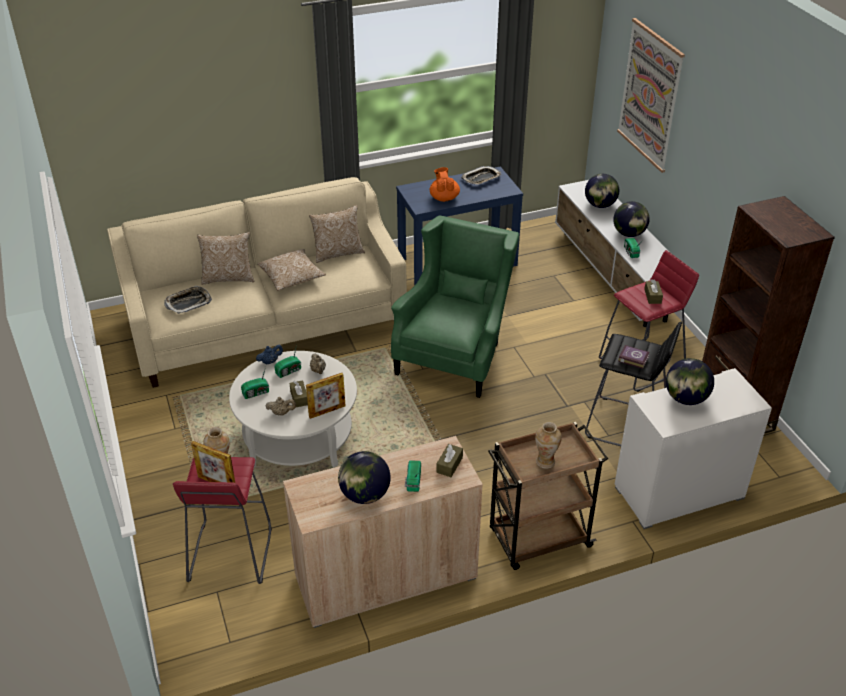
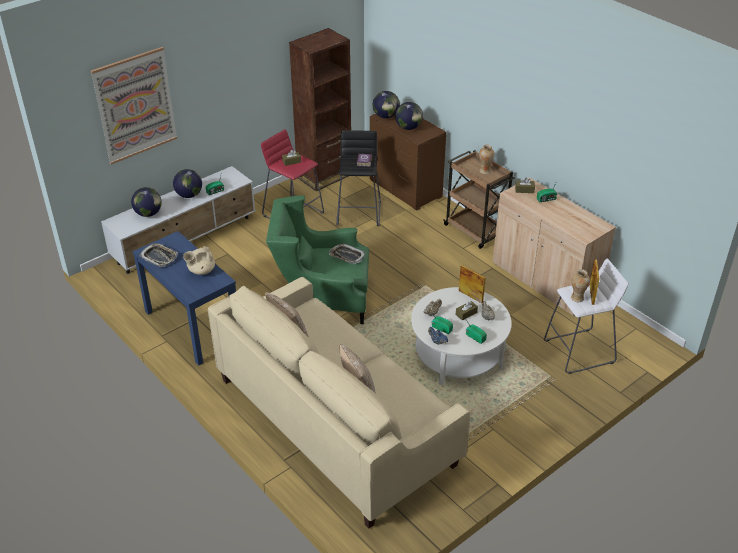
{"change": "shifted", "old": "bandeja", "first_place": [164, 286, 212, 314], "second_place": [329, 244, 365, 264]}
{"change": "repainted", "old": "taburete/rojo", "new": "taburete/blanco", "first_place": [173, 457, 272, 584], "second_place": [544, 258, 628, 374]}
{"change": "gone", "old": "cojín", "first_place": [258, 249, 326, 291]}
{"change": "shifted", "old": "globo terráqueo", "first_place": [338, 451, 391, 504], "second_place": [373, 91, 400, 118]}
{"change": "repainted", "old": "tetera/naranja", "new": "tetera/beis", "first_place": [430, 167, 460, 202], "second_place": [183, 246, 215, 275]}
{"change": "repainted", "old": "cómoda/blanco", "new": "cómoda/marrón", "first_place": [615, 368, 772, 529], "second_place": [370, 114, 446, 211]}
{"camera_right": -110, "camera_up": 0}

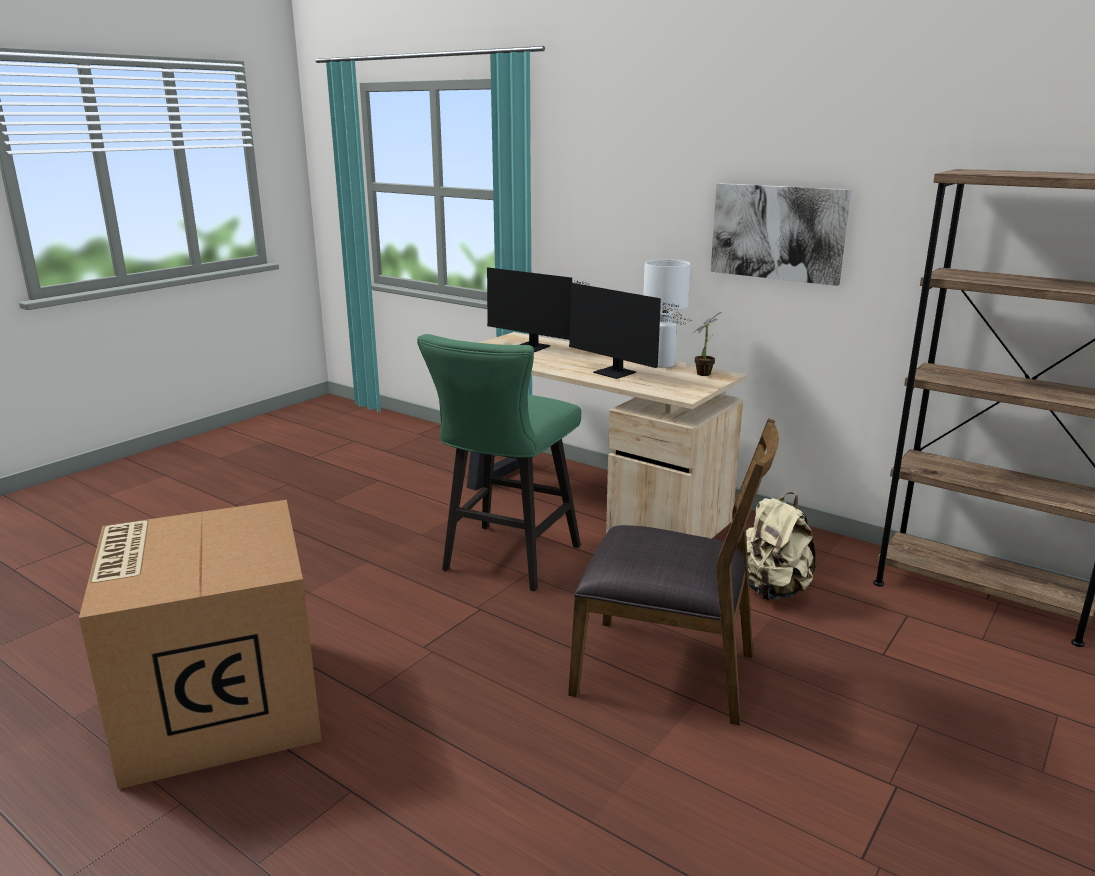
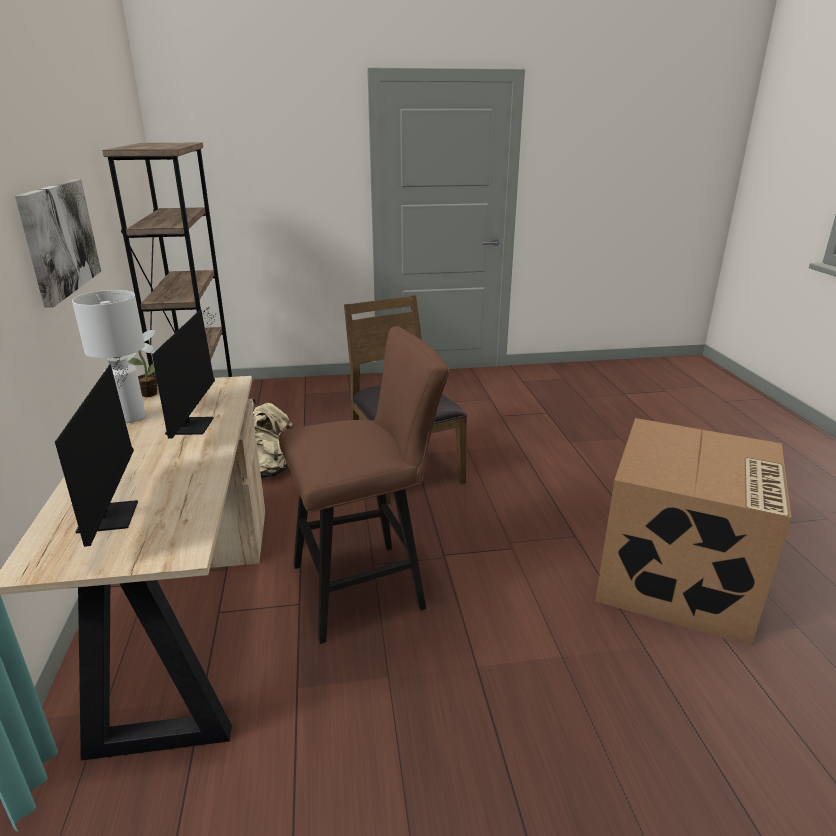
{"change": "repainted", "old": "taburete/verde", "new": "taburete/marrón", "first_place": [417, 334, 581, 591], "second_place": [279, 326, 449, 644]}
{"camera_right": -135, "camera_up": 5}

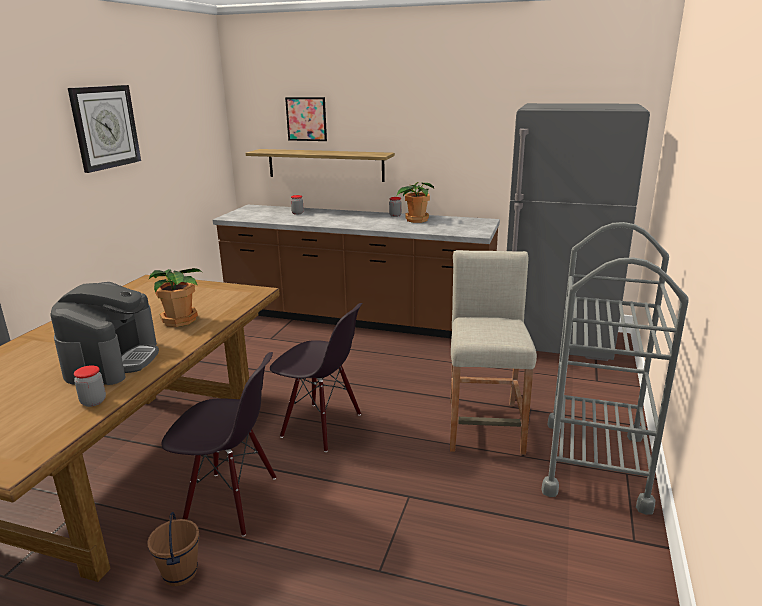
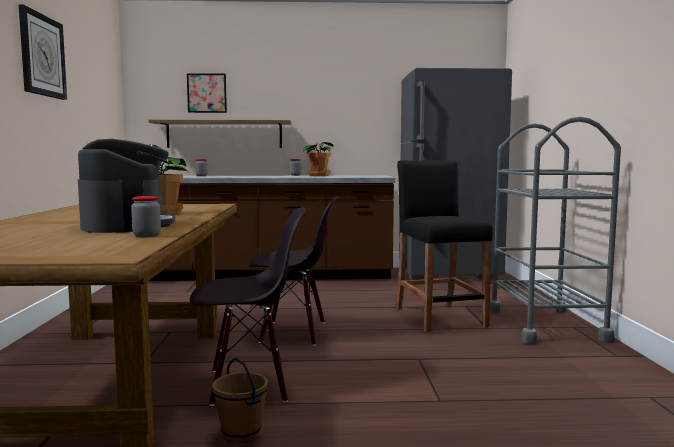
{"change": "repainted", "old": "taburete/beis", "new": "taburete/negro", "first_place": [450, 250, 537, 455], "second_place": [396, 160, 493, 332]}
{"camera_right": -20, "camera_up": -15}

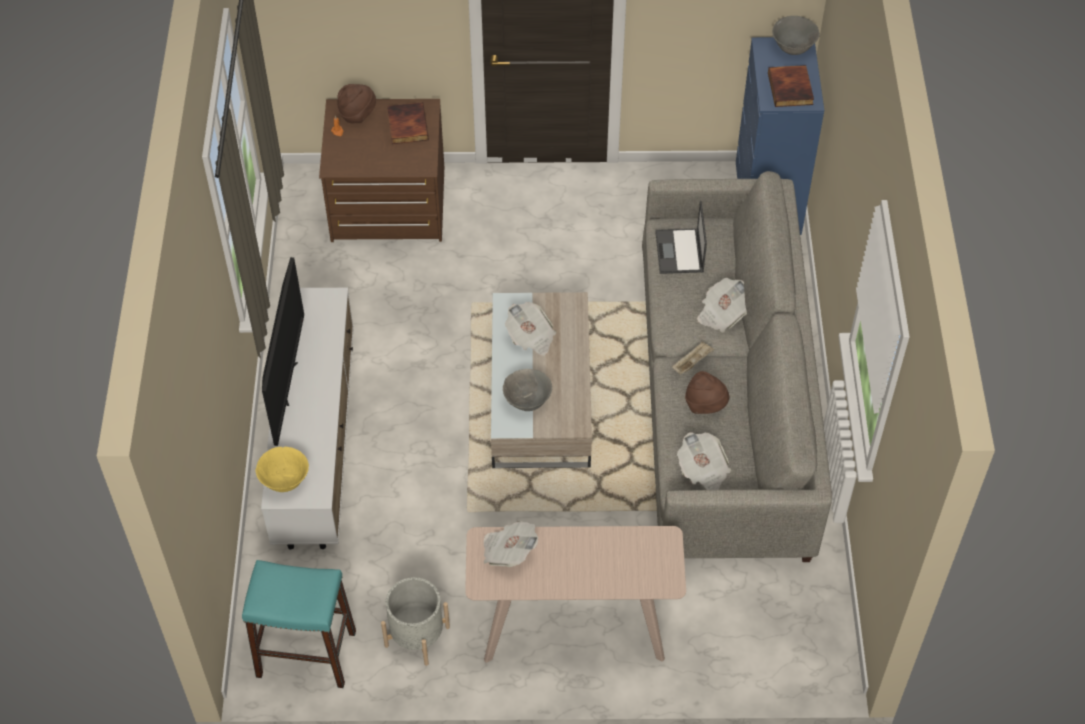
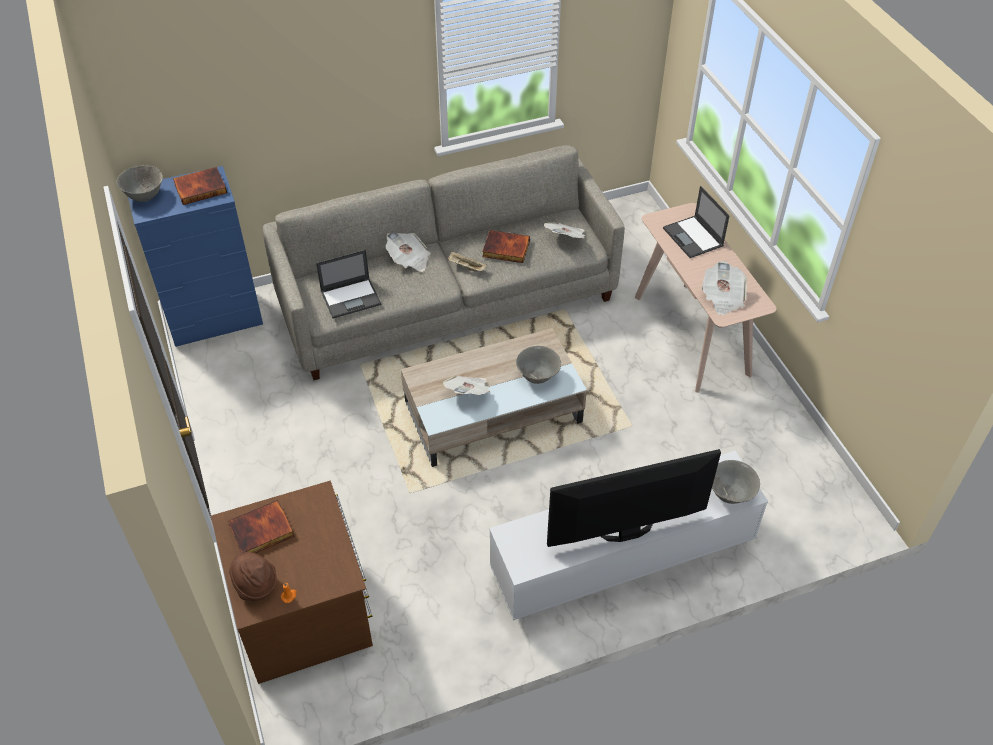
{"change": "gone", "old": "taburete/turquesa", "first_place": [242, 560, 356, 688]}
{"change": "repainted", "old": "cuenco/amarillo", "new": "cuenco/gris", "first_place": [255, 446, 309, 492], "second_place": [712, 460, 760, 504]}
{"change": "gone", "old": "maceta/gris", "first_place": [381, 577, 450, 666]}
{"change": "swapped", "old": "sombrero/marrón", "new": "libro", "first_place": [685, 371, 730, 414], "second_place": [482, 230, 530, 263]}
{"change": "new", "new": "portátil", "second_place": [663, 186, 730, 258]}
{"camera_right": -110, "camera_up": -5}

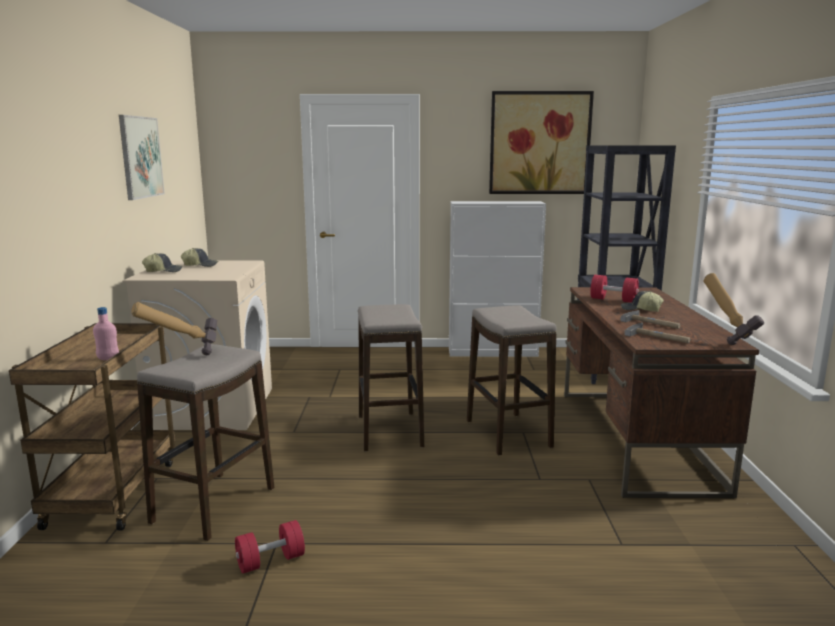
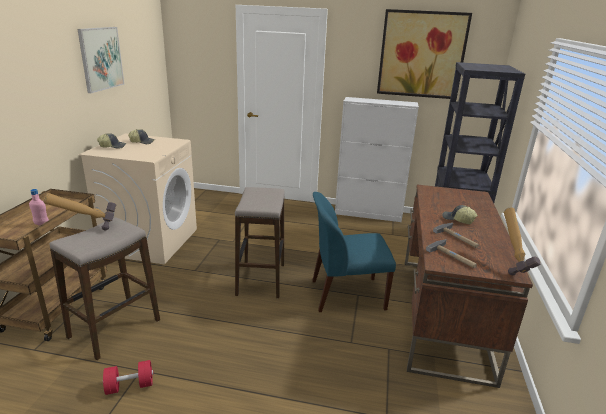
{"change": "swapped", "old": "taburete", "new": "silla/azul", "first_place": [467, 305, 557, 456], "second_place": [312, 192, 396, 312]}
{"change": "gone", "old": "mancuerna/rojo", "first_place": [590, 275, 639, 303]}
{"camera_right": 10, "camera_up": 10}

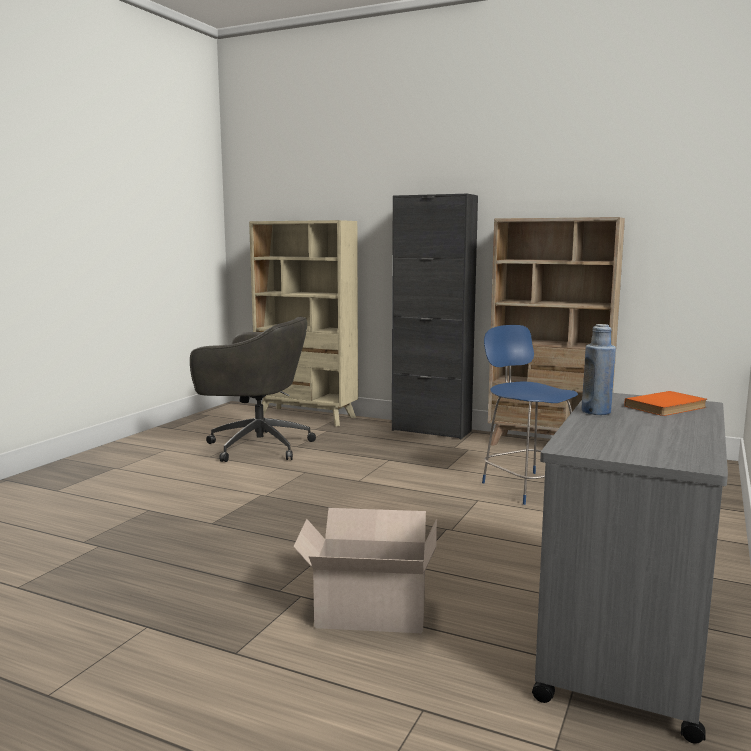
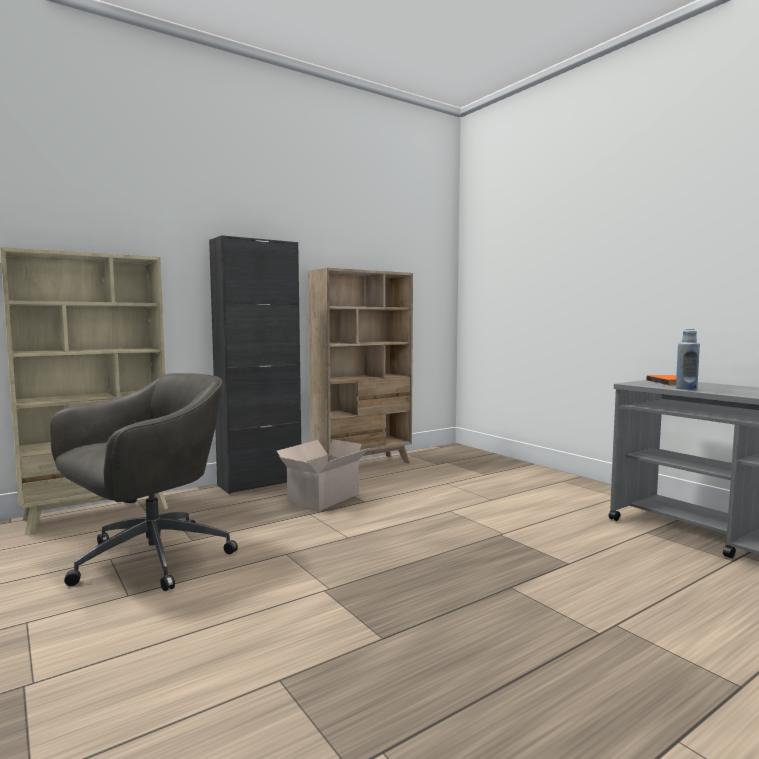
{"change": "shifted", "old": "caja de cartón", "first_place": [293, 508, 437, 633], "second_place": [277, 439, 369, 511]}
{"change": "gone", "old": "taburete/azul", "first_place": [482, 325, 578, 505]}
{"camera_right": -60, "camera_up": -5}

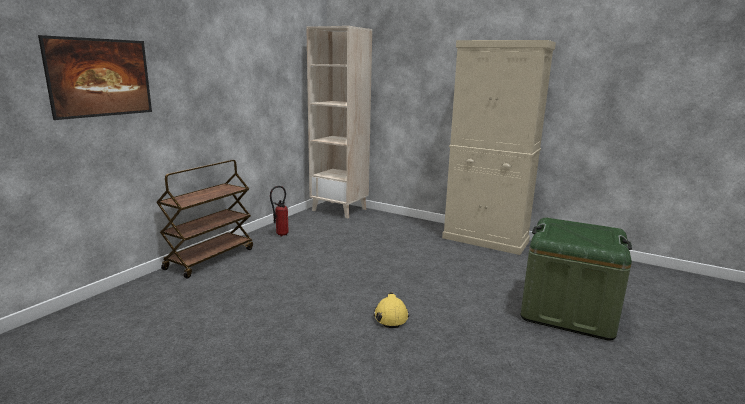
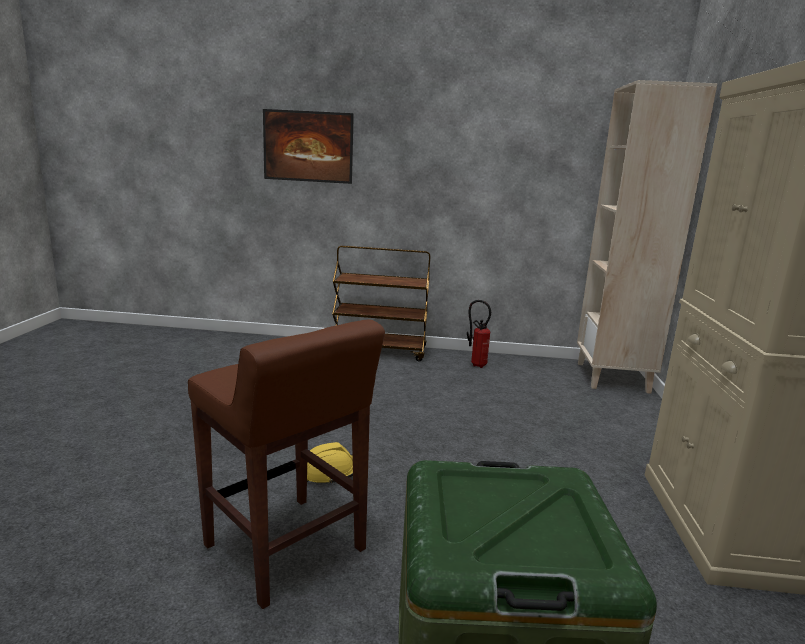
{"change": "new", "new": "taburete/marrón", "second_place": [188, 320, 385, 609]}
{"camera_right": 65, "camera_up": 0}

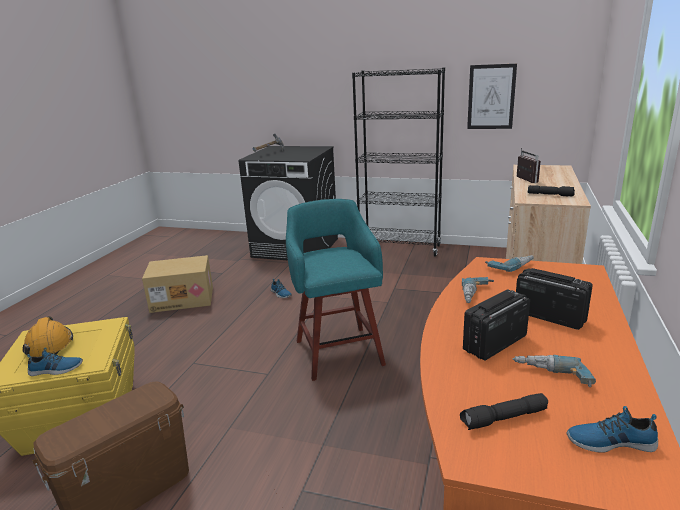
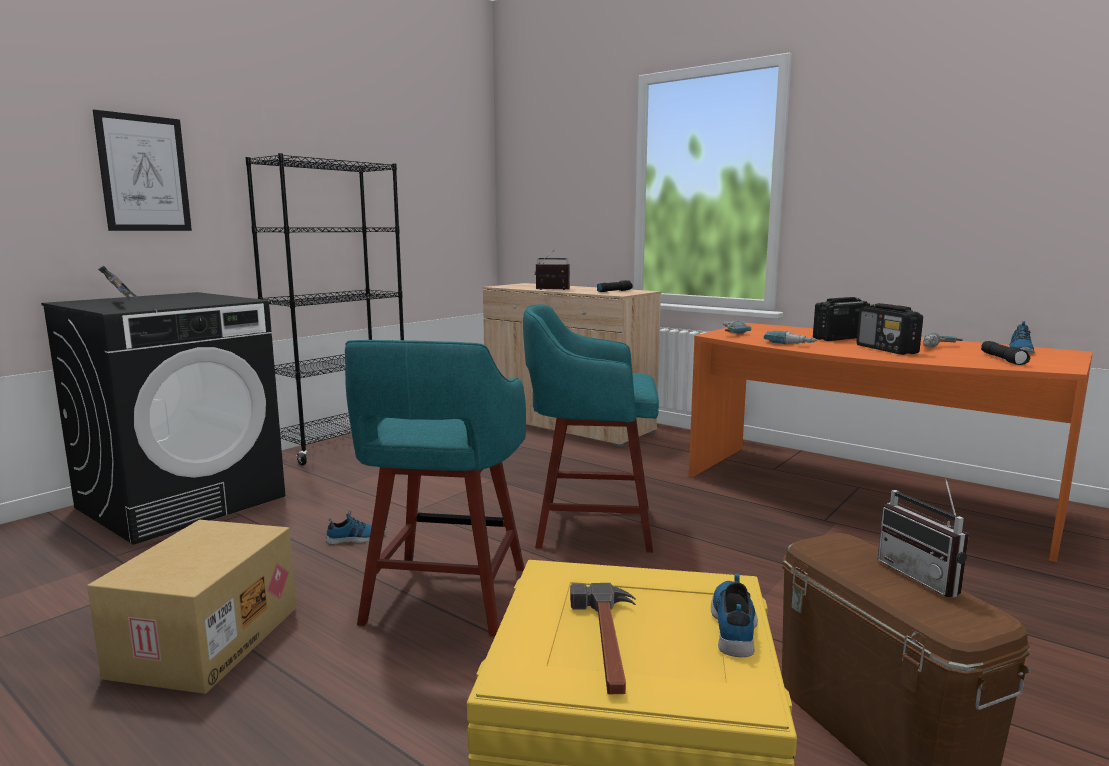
{"change": "swapped", "old": "casco/naranja", "new": "martillo", "first_place": [22, 316, 73, 357], "second_place": [570, 583, 636, 694]}
{"change": "shifted", "old": "cuadro", "first_place": [467, 64, 517, 129], "second_place": [93, 110, 192, 231]}
{"change": "new", "new": "taburete/turquesa", "second_place": [345, 340, 526, 636]}
{"change": "new", "new": "radio", "second_place": [878, 476, 969, 598]}
{"camera_right": -70, "camera_up": -10}

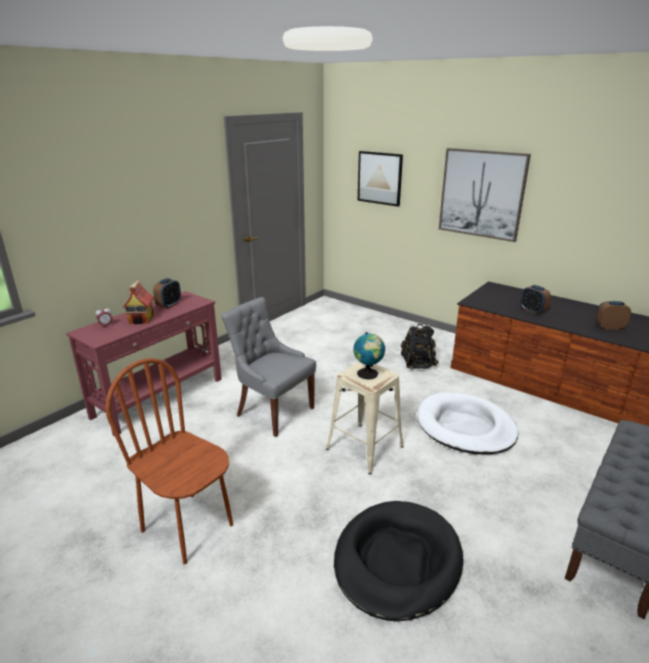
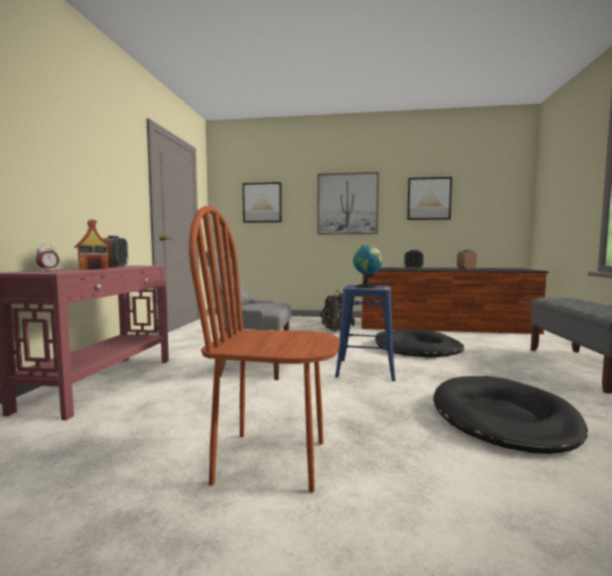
{"change": "repainted", "old": "taburete/beis", "new": "taburete/azul", "first_place": [326, 362, 404, 474], "second_place": [335, 285, 395, 381]}
{"change": "repainted", "old": "cama para perro/blanco", "new": "cama para perro/negro", "first_place": [417, 392, 519, 454], "second_place": [375, 329, 464, 357]}
{"change": "new", "new": "cuadro", "second_place": [407, 177, 452, 220]}
{"camera_right": -30, "camera_up": -20}

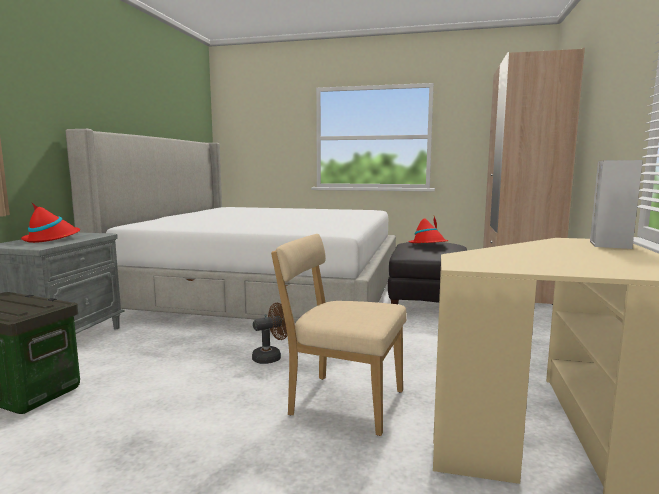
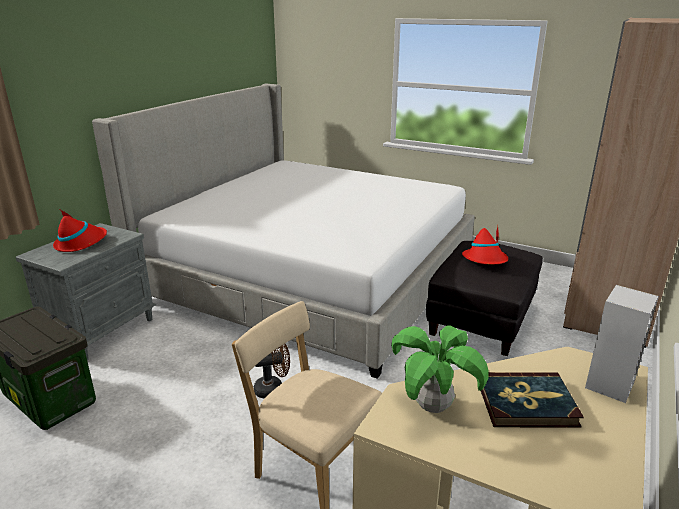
{"change": "new", "new": "planta en maceta", "second_place": [391, 325, 489, 413]}
{"change": "new", "new": "libro", "second_place": [481, 372, 584, 427]}
{"camera_right": 15, "camera_up": 15}

